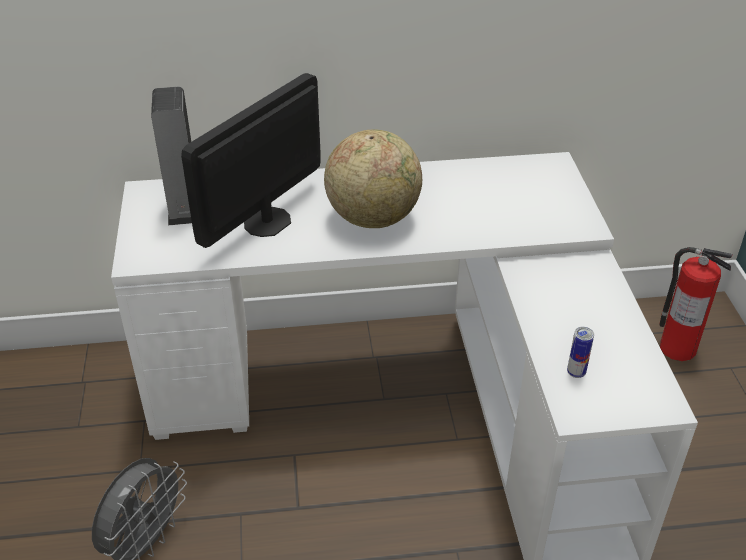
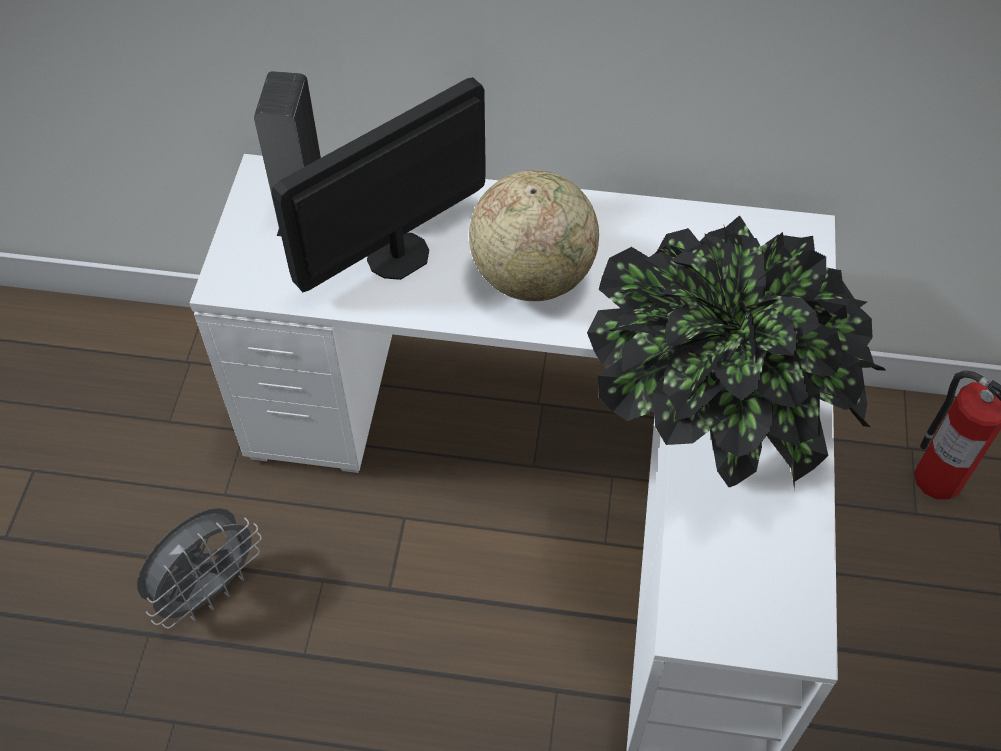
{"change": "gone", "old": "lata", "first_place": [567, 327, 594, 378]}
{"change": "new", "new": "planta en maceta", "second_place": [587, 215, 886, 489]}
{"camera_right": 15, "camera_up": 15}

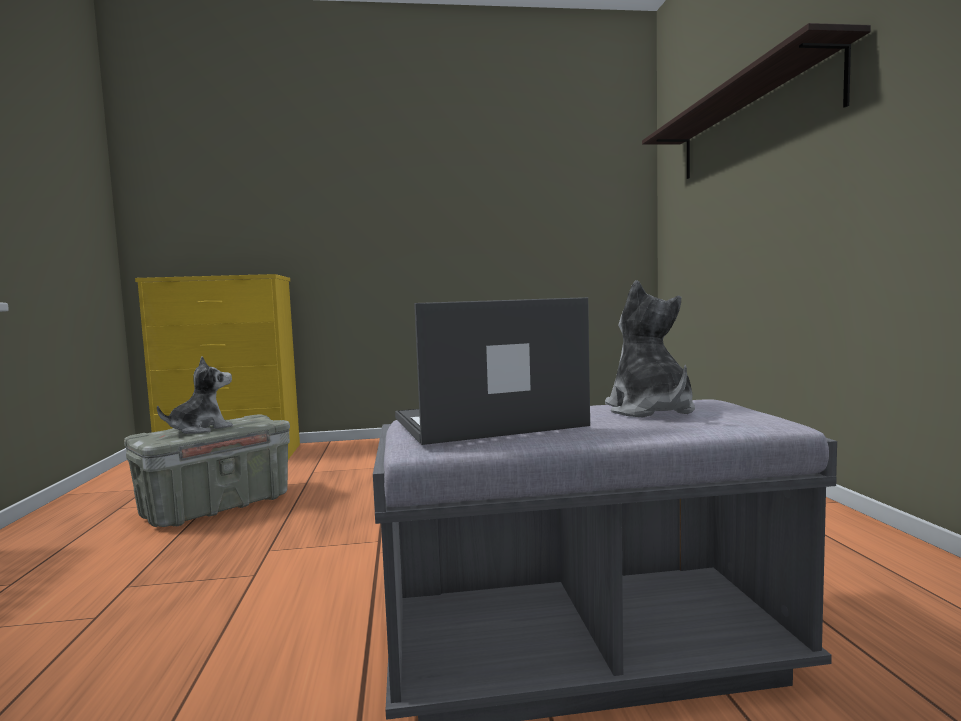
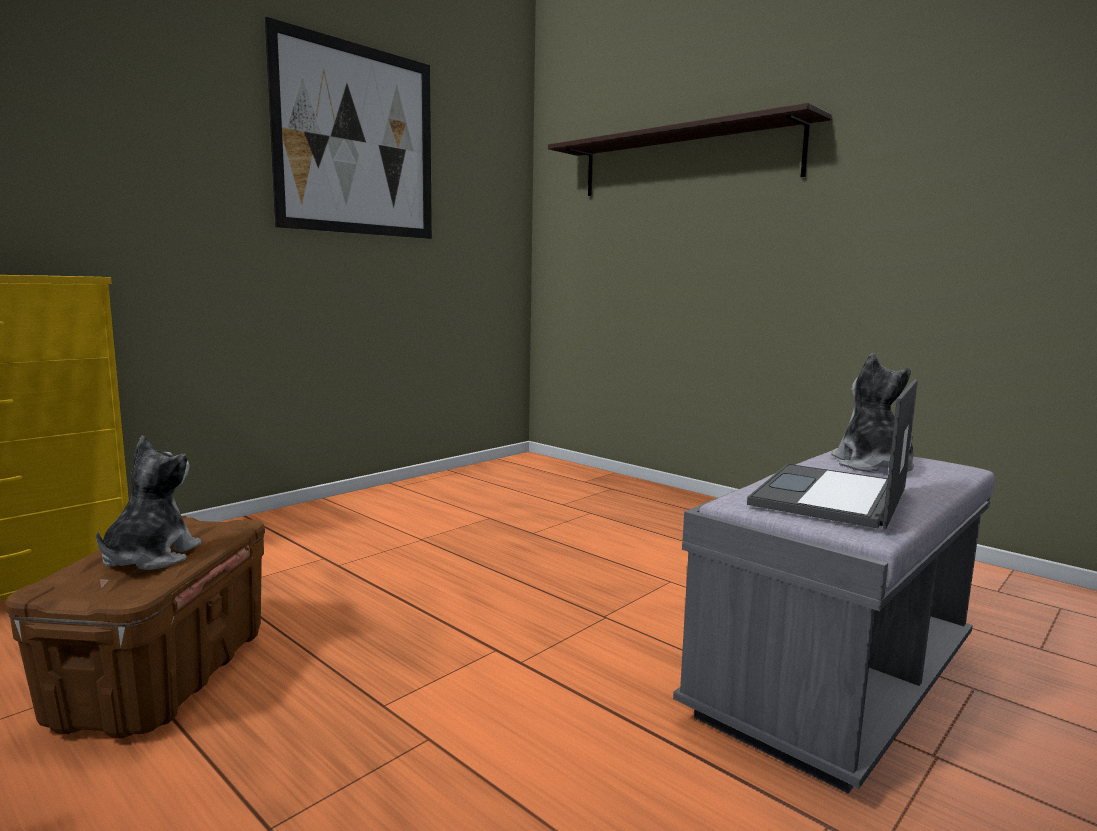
{"change": "repainted", "old": "caja de almacenaje/gris", "new": "caja de almacenaje/marrón", "first_place": [124, 415, 290, 527], "second_place": [5, 516, 265, 738]}
{"change": "rotated", "old": "peluche", "first_place": [605, 280, 695, 418], "second_place": [831, 353, 914, 472], "degrees": 45}
{"change": "new", "new": "cuadro", "second_place": [265, 17, 432, 239]}
{"camera_right": -40, "camera_up": 5}

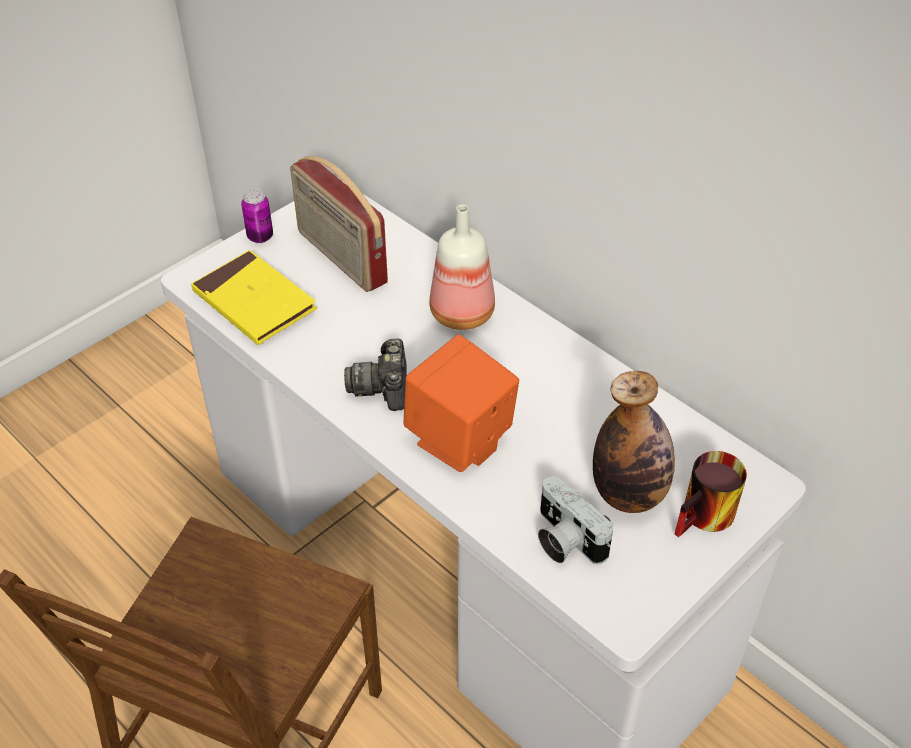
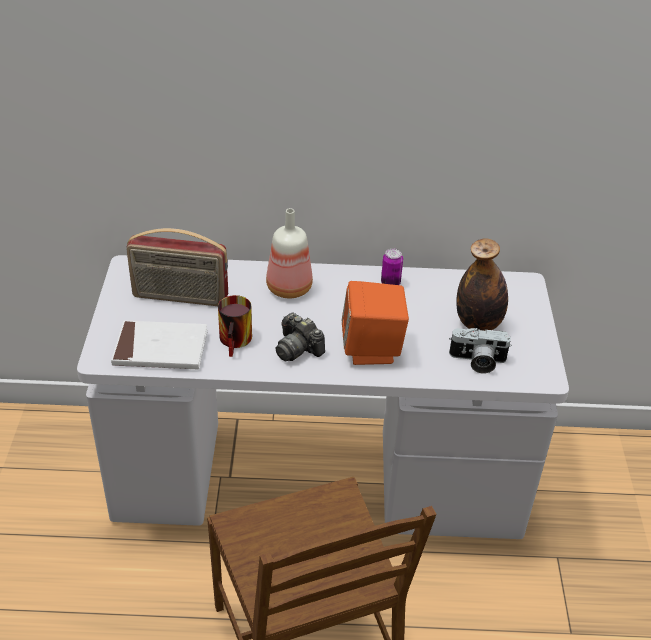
{"change": "repainted", "old": "libro/amarillo", "new": "libro/blanco", "first_place": [191, 250, 317, 345], "second_place": [111, 321, 208, 369]}
{"change": "shifted", "old": "lata", "first_place": [241, 190, 273, 243], "second_place": [381, 249, 403, 285]}
{"change": "shifted", "old": "taza grande", "first_place": [675, 451, 747, 537], "second_place": [218, 295, 252, 357]}
{"camera_right": -45, "camera_up": -5}

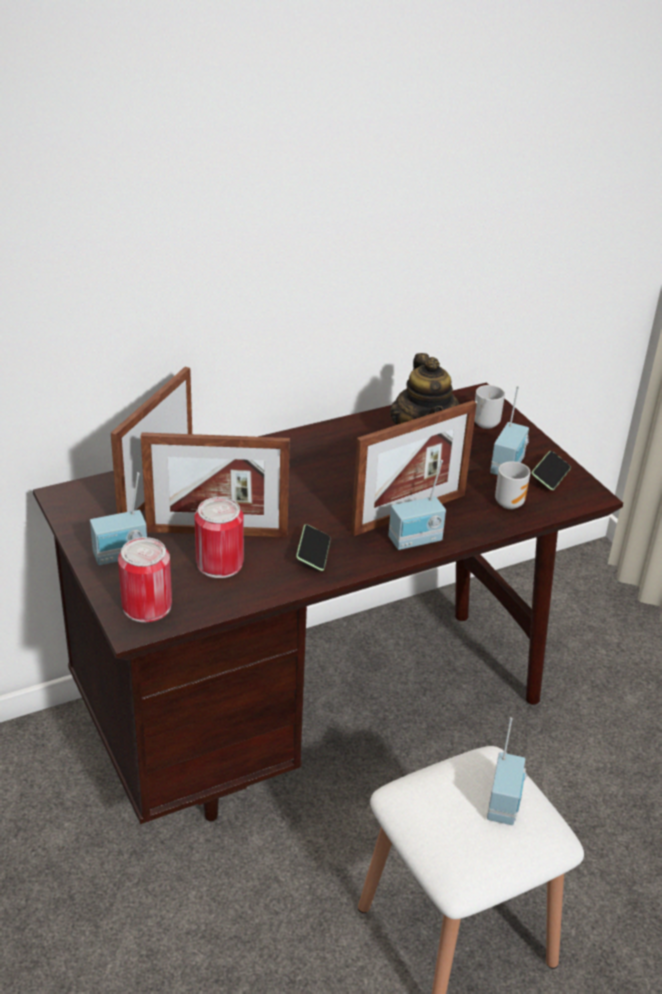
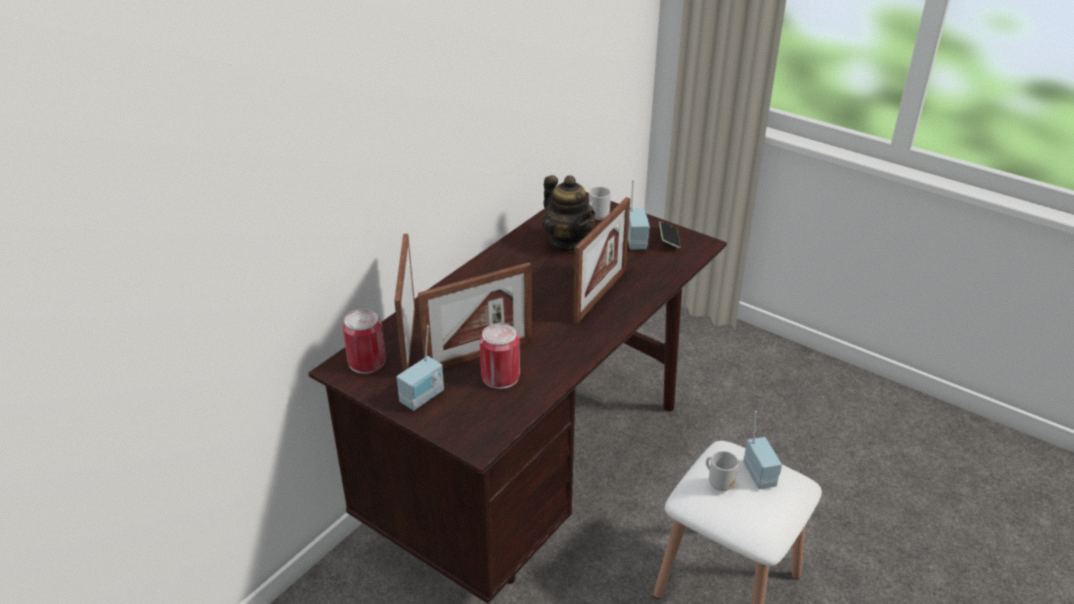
{"change": "shifted", "old": "lata", "first_place": [118, 537, 172, 622], "second_place": [342, 309, 386, 374]}
{"change": "gone", "old": "móvil", "first_place": [296, 524, 331, 571]}
{"change": "gone", "old": "radio", "first_place": [388, 460, 446, 550]}
{"change": "shifted", "old": "taza grande", "first_place": [495, 461, 531, 509], "second_place": [706, 451, 739, 491]}
{"camera_right": -25, "camera_up": 0}

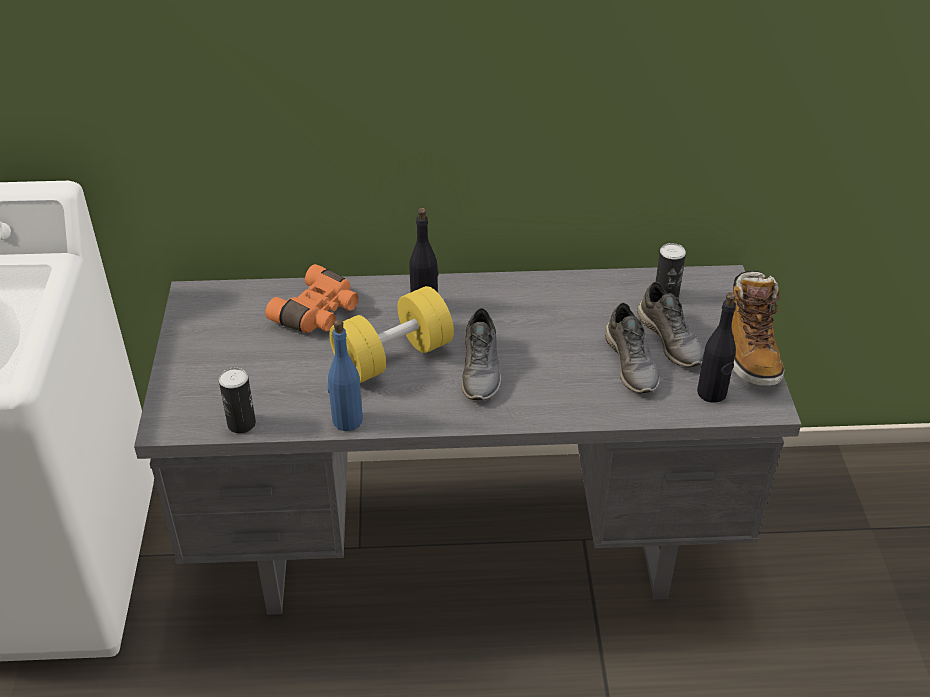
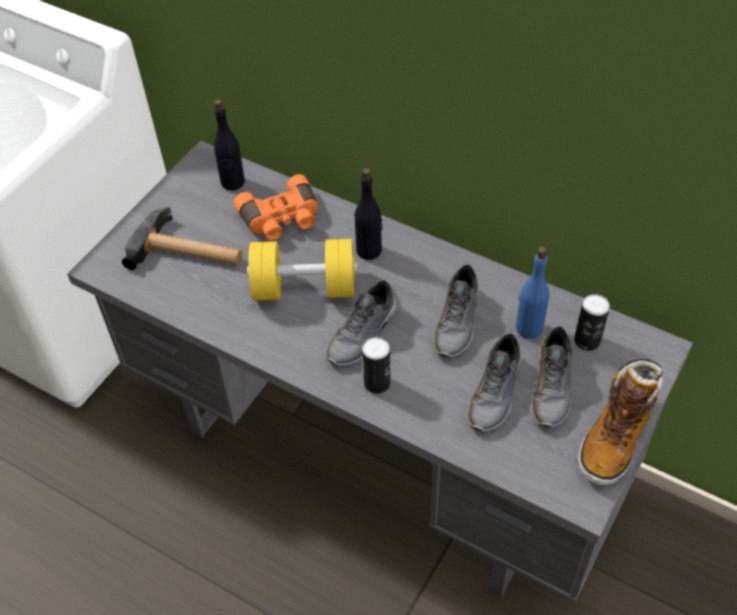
{"change": "shifted", "old": "lata", "first_place": [219, 368, 256, 433], "second_place": [362, 337, 391, 394]}
{"change": "shifted", "old": "botella/azul", "first_place": [328, 320, 363, 431], "second_place": [516, 247, 549, 339]}
{"change": "shifted", "old": "botella/negro", "first_place": [697, 292, 736, 403], "second_place": [214, 99, 245, 191]}
{"change": "new", "new": "martillo", "second_place": [122, 207, 243, 270]}
{"change": "new", "new": "zapato/gris", "second_place": [433, 264, 479, 357]}
{"camera_right": 35, "camera_up": 10}

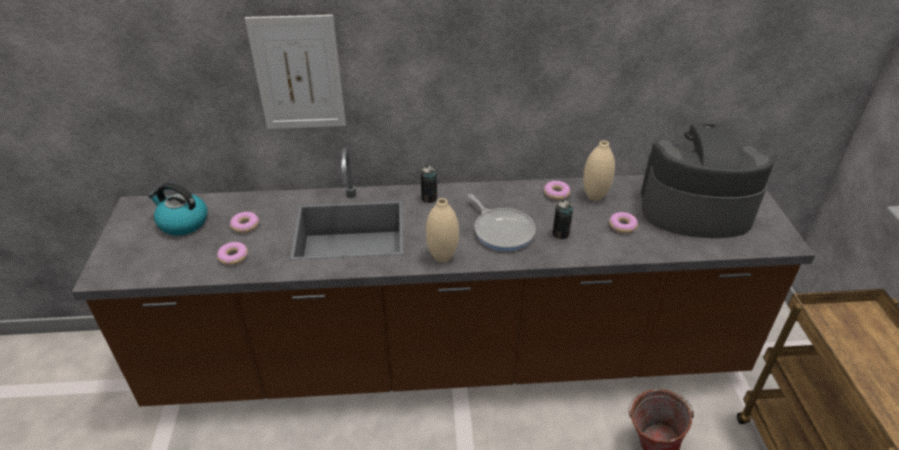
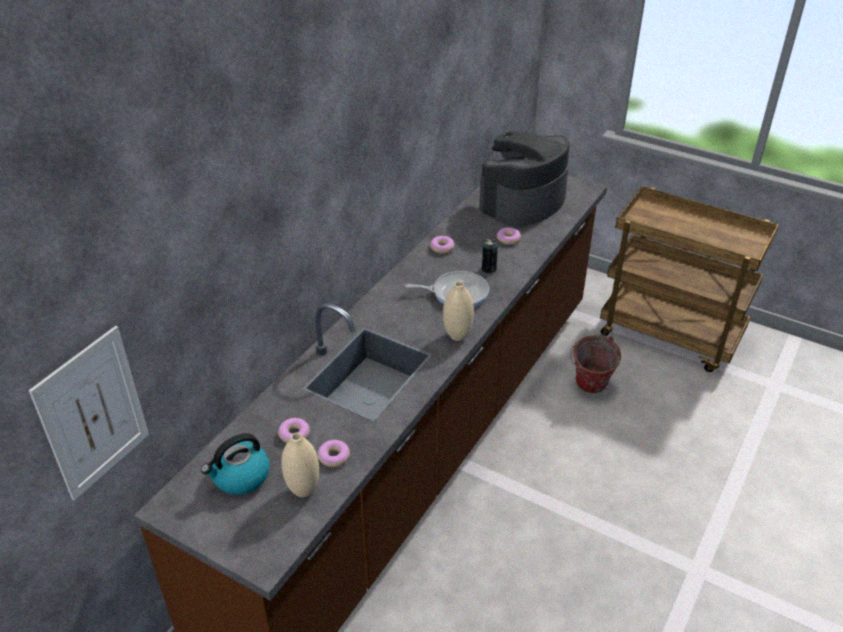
{"change": "shifted", "old": "cuadro", "first_place": [245, 15, 346, 129], "second_place": [29, 326, 149, 501]}
{"change": "gone", "old": "lata", "first_place": [421, 166, 437, 203]}
{"change": "shifted", "old": "florero/beis", "first_place": [583, 141, 615, 201], "second_place": [281, 433, 319, 497]}
{"camera_right": -55, "camera_up": 0}

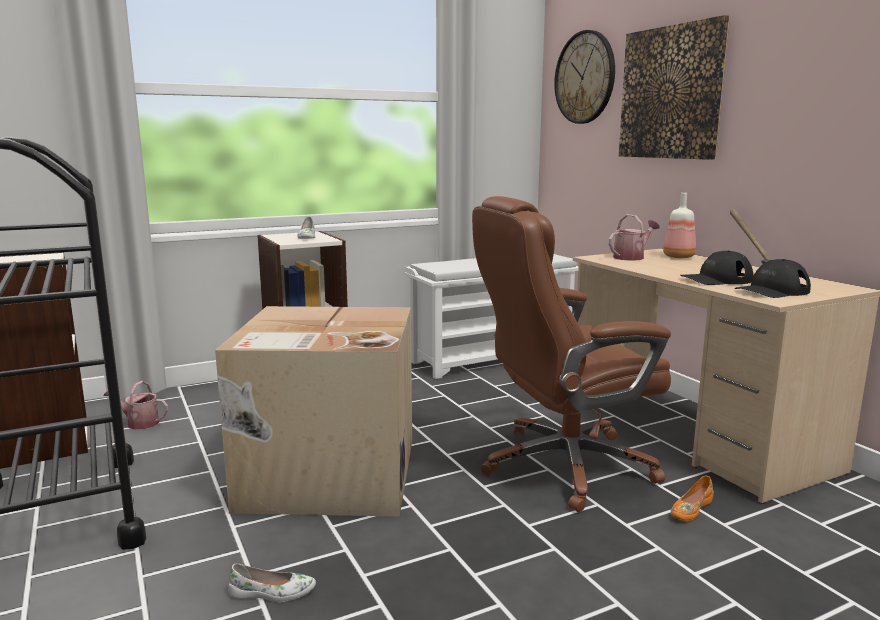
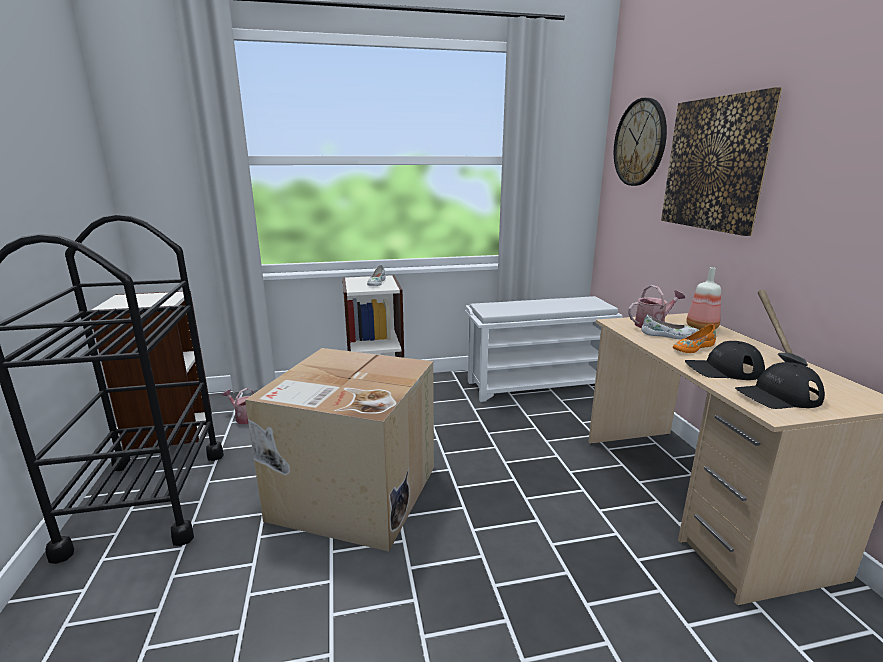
{"change": "shifted", "old": "zapato/blanco", "first_place": [228, 563, 316, 602], "second_place": [641, 315, 699, 339]}
{"change": "gone", "old": "silla de oficina/marrón", "first_place": [472, 196, 671, 512]}
{"change": "shifted", "old": "zapato/naranja", "first_place": [671, 476, 714, 521], "second_place": [673, 324, 716, 353]}
{"camera_right": 15, "camera_up": 5}

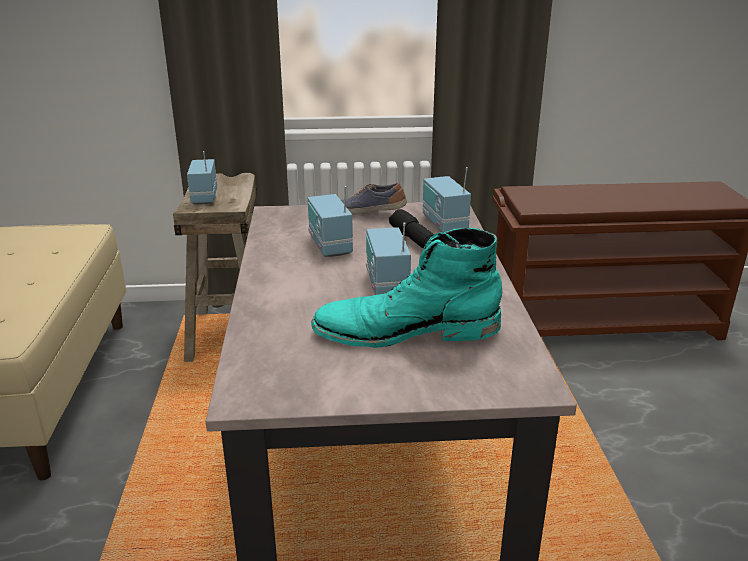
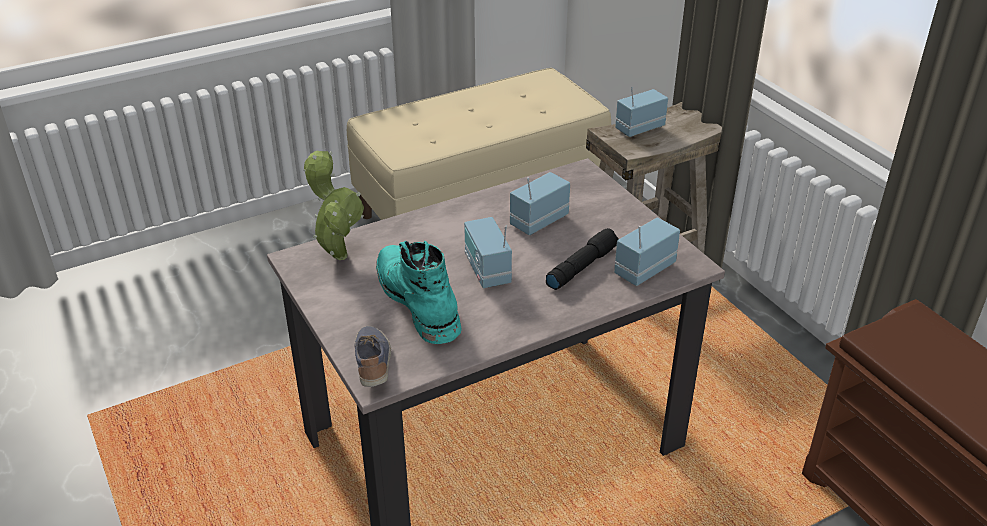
{"change": "shifted", "old": "zapato", "first_place": [341, 182, 407, 215], "second_place": [354, 326, 391, 387]}
{"change": "rotated", "old": "radio", "first_place": [366, 223, 411, 295], "second_place": [464, 217, 512, 288], "degrees": -75}
{"change": "new", "new": "planta en maceta", "second_place": [303, 151, 364, 260]}
{"camera_right": 65, "camera_up": 10}

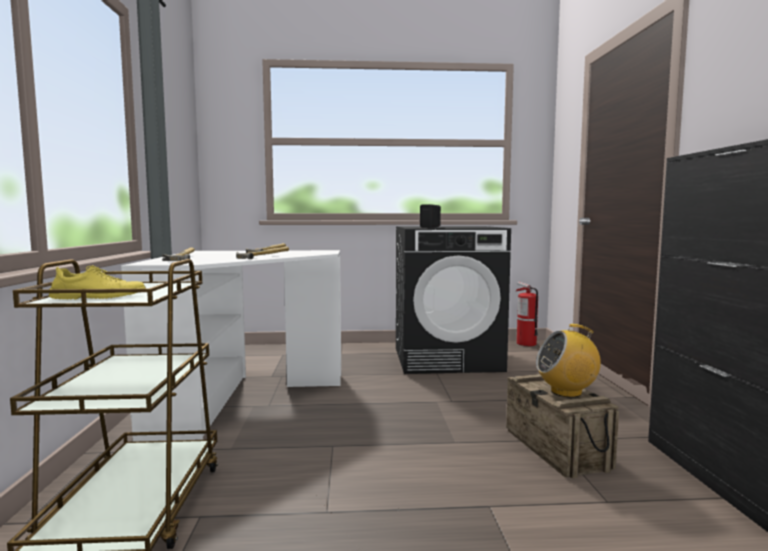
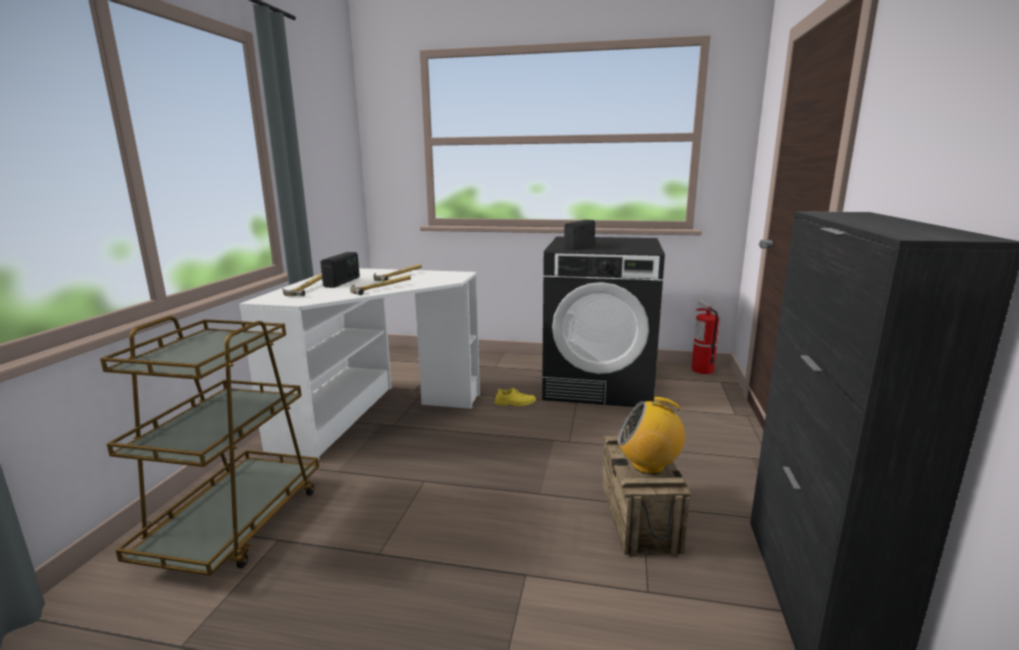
{"change": "shifted", "old": "zapato/amarillo", "first_place": [49, 265, 146, 300], "second_place": [494, 388, 536, 406]}
{"change": "new", "new": "radio", "second_place": [320, 252, 360, 288]}
{"camera_right": 15, "camera_up": 10}

